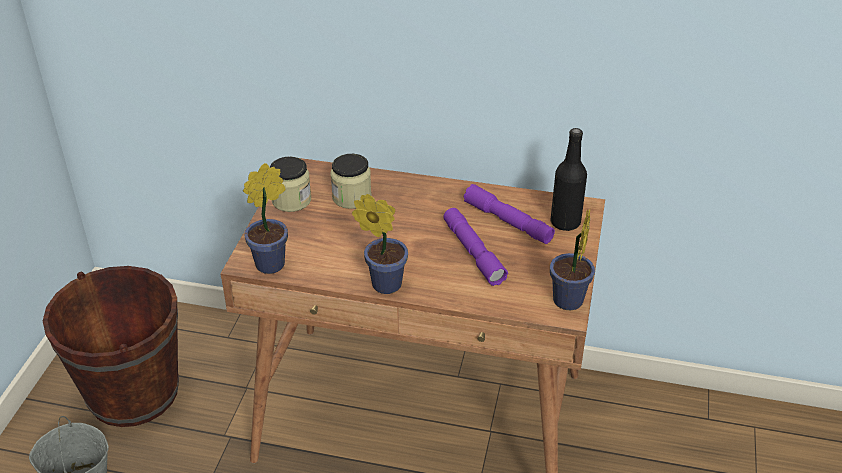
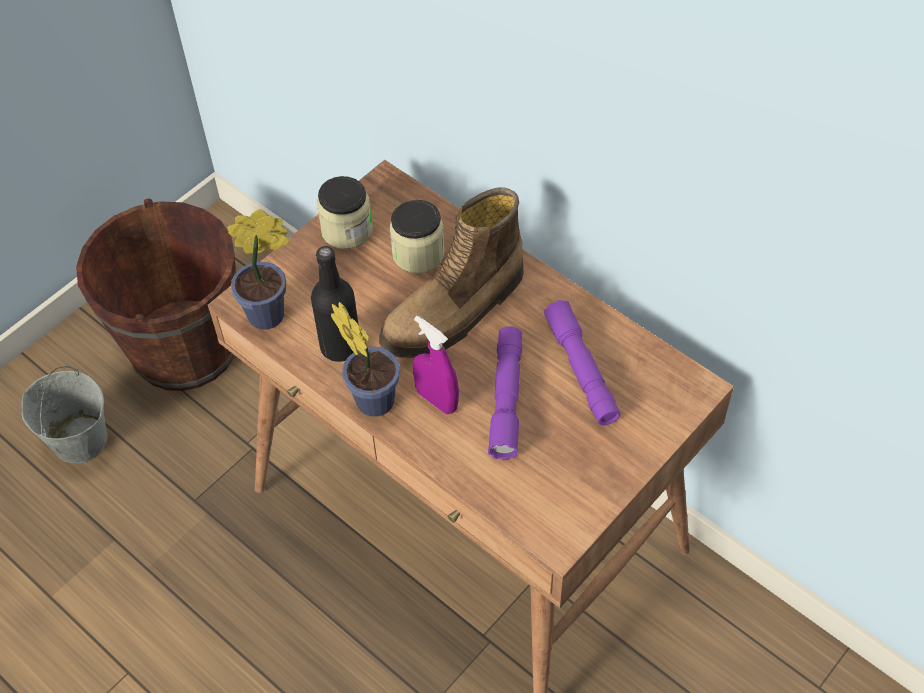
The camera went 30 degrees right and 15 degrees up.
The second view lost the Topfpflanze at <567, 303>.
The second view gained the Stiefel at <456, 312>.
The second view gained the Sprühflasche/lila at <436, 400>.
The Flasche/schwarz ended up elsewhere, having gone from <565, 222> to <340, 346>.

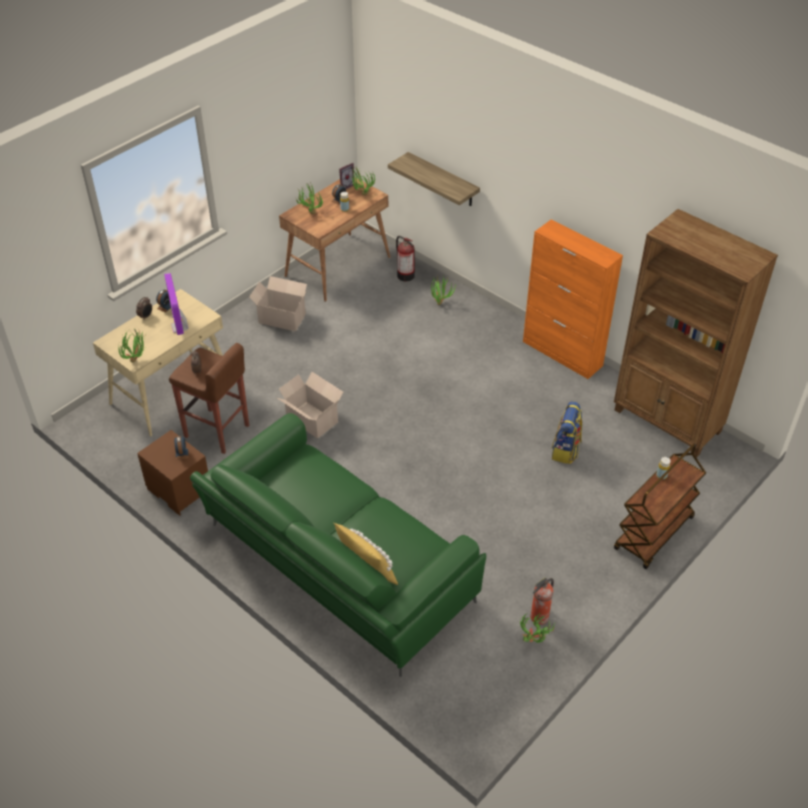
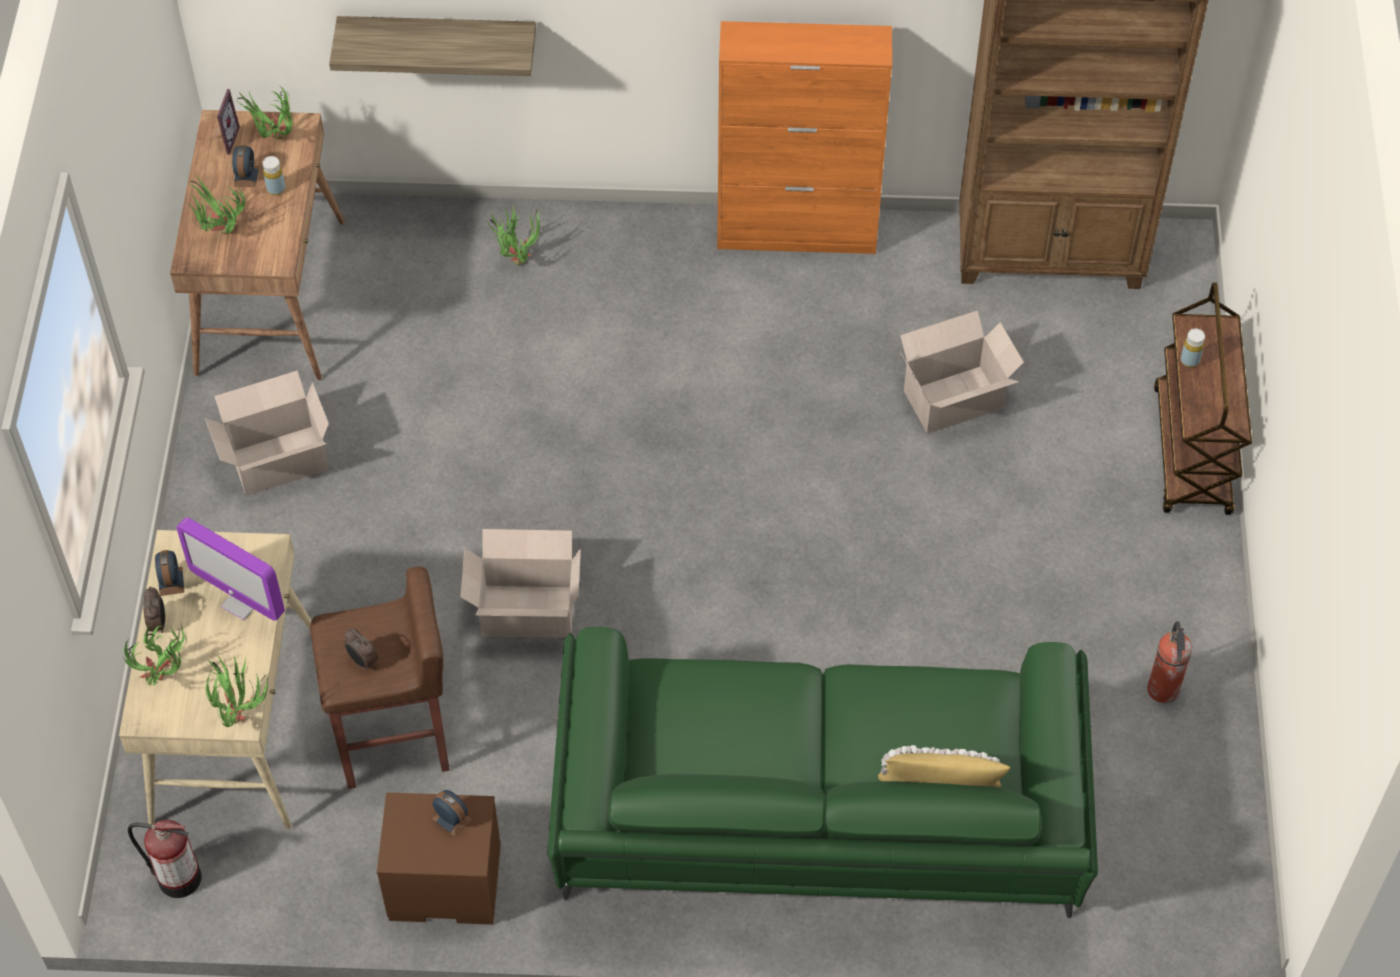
The camera went 40 degrees left and 10 degrees up.
The Feuerlöscher ended up elsewhere, having gone from <405, 275> to <176, 877>.
The Topfpflanze ended up elsewhere, having gone from <533, 642> to <165, 678>.
Where the Rucksack stood at <565, 450>, the Karton came to stand at <956, 399>.

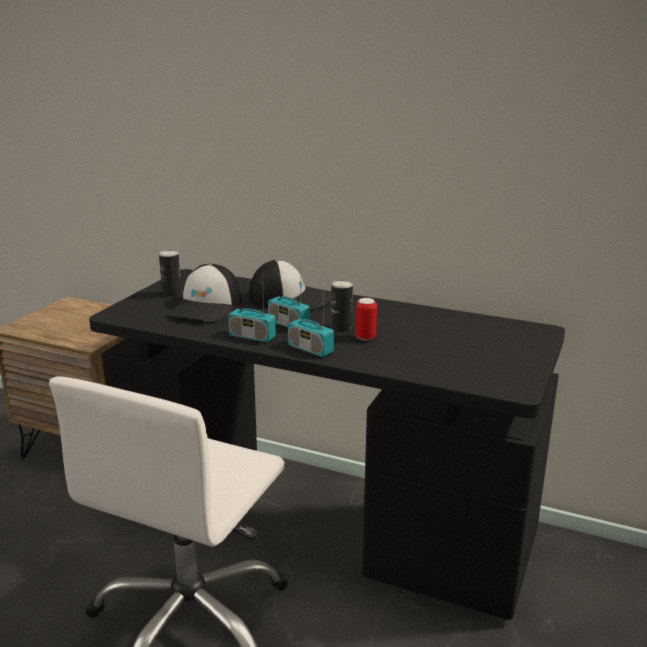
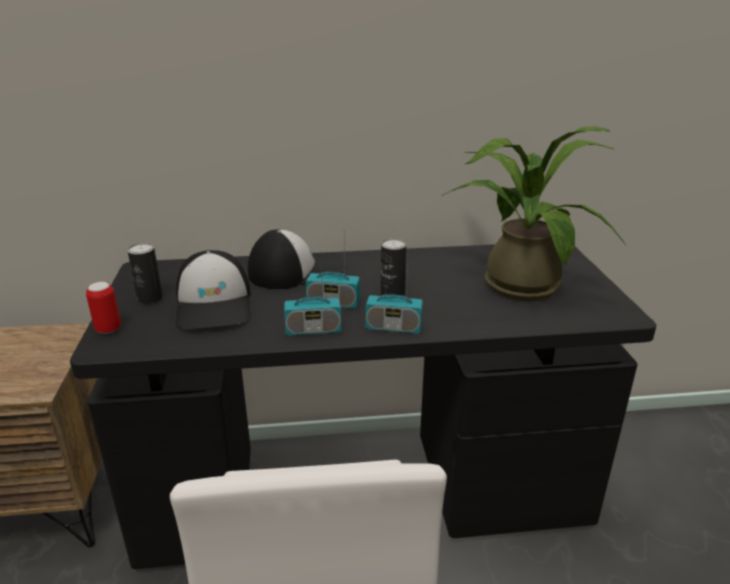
The camera went 30 degrees left and 5 degrees up.
The second view gained the Topfpflanze at <516, 281>.
The Dose ended up elsewhere, having gone from <365, 338> to <108, 329>.

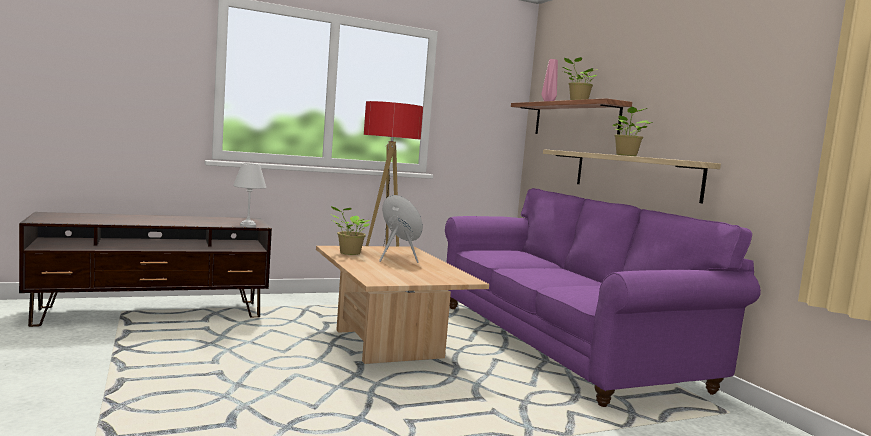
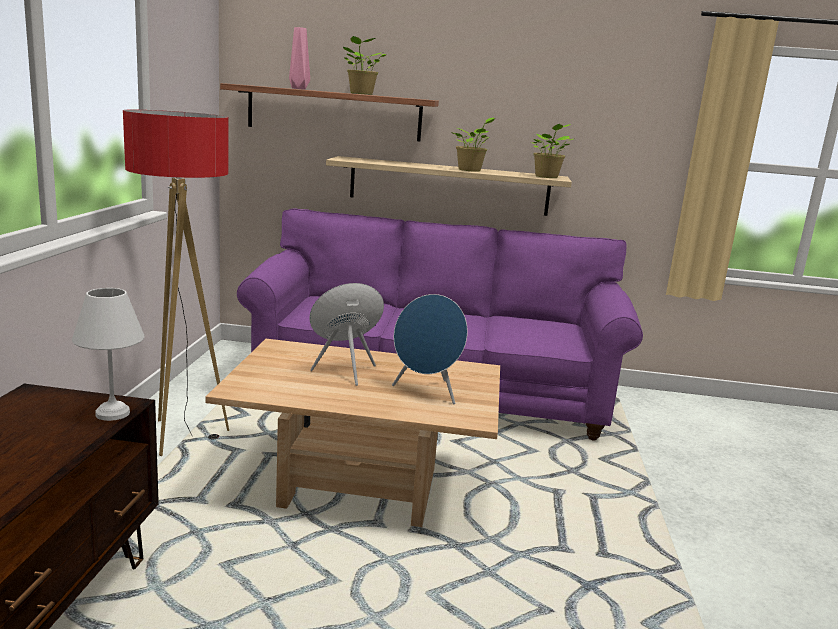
The camera went 60 degrees left and 10 degrees up.
The second view gained the Lautsprecher/blau at <427, 392>.
The Topfpflanze ended up elsewhere, having gone from <348, 253> to <547, 177>.

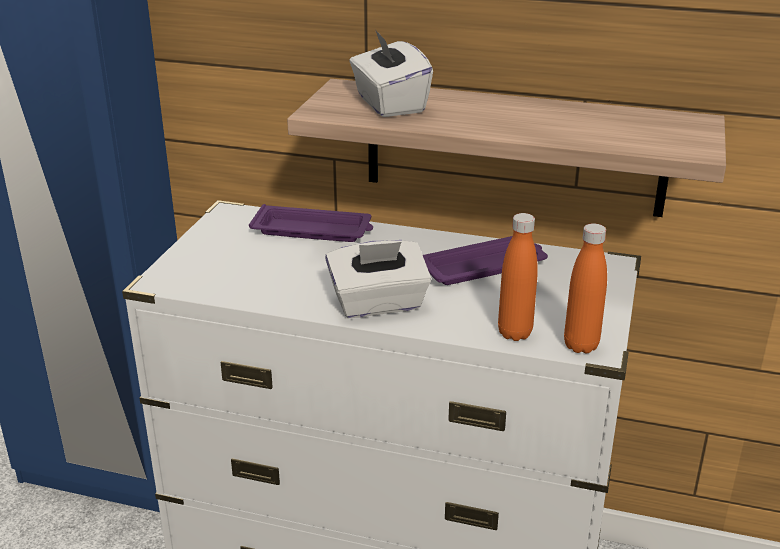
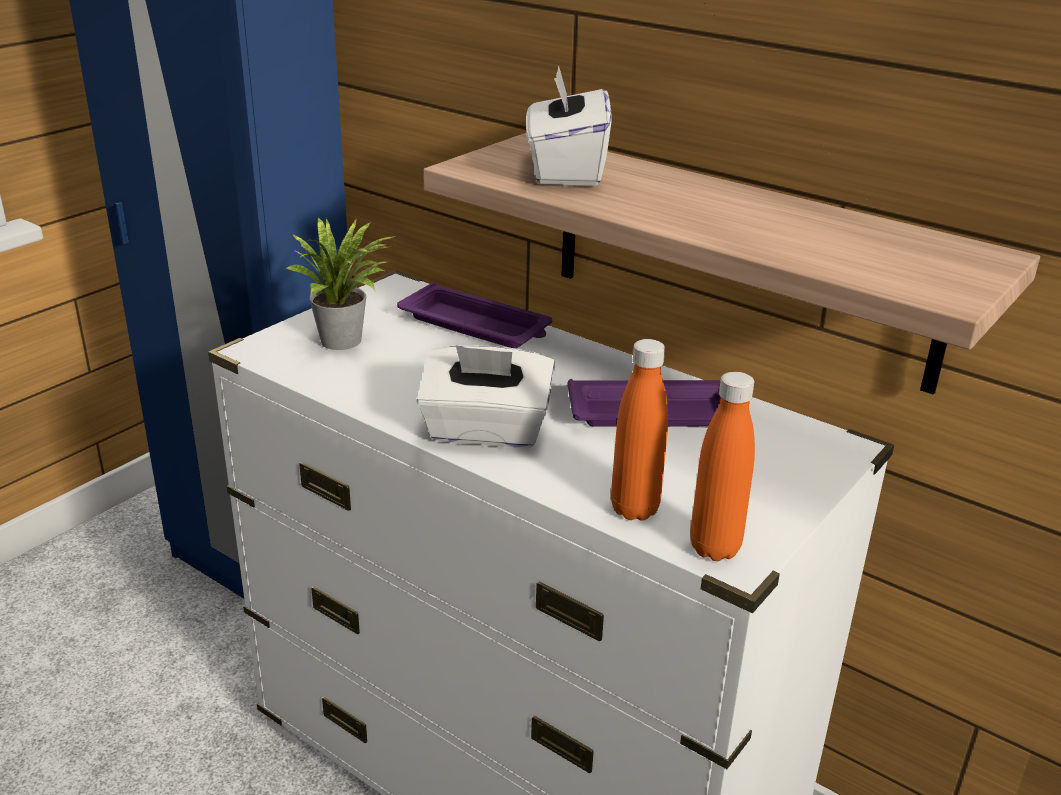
The camera went 20 degrees right and 0 degrees up.
The second view gained the Topfpflanze at <346, 341>.

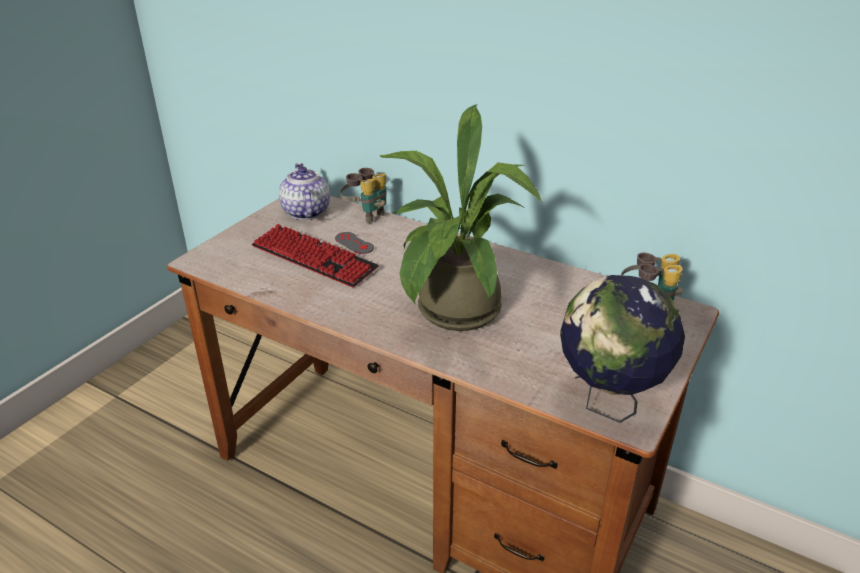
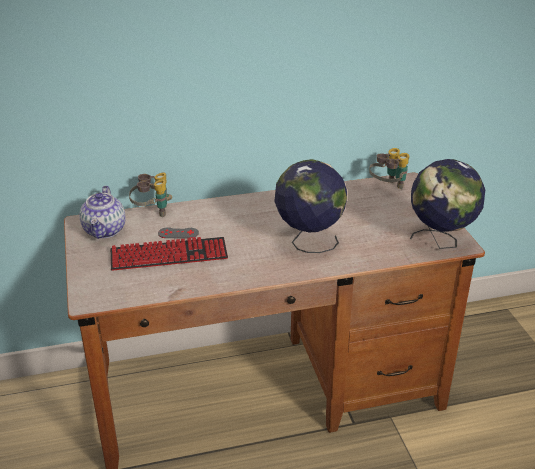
The camera went 45 degrees left and 0 degrees up.
Where the Topfpflanze stood at <454, 316>, the Globus came to stand at <308, 242>.
The Teekanne at <305, 212> ended up facing another way, 120 degrees counterclockwise from before.

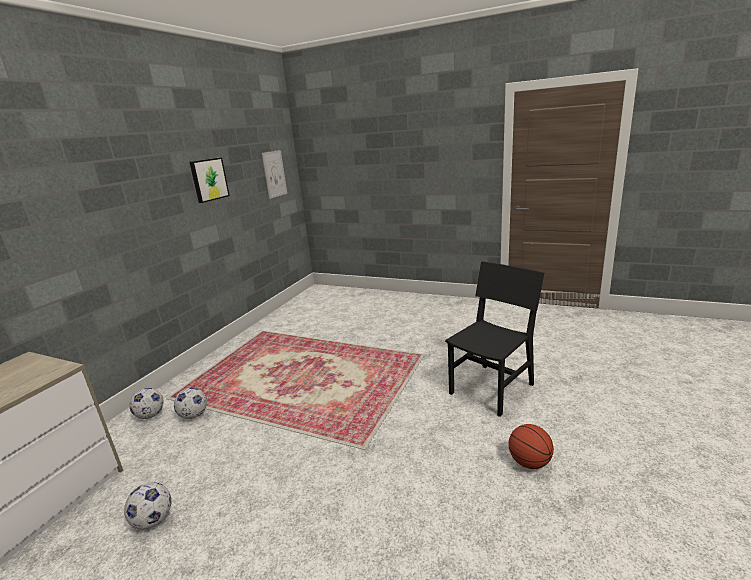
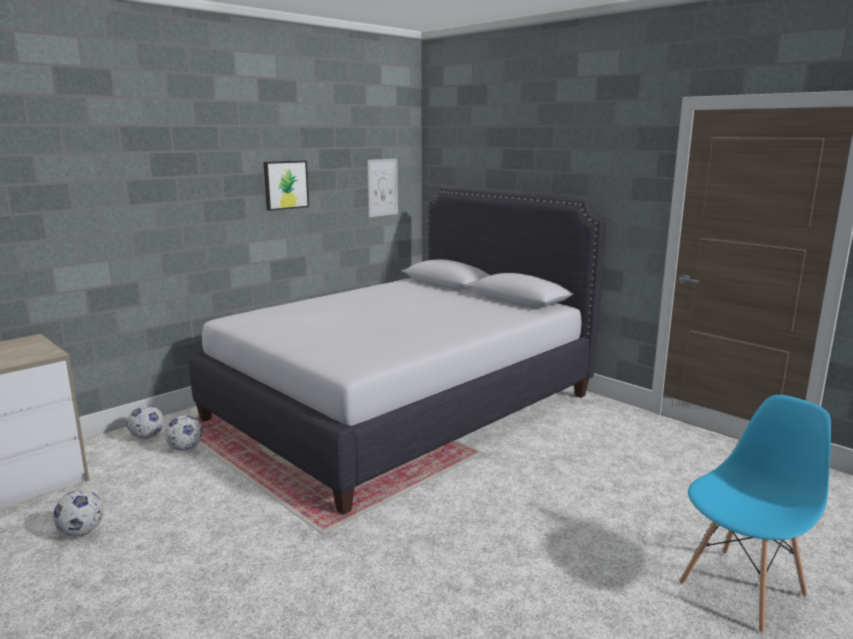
The camera went 20 degrees right and 5 degrees down.
The second view lost the Stuhl/schwarz at <492, 389>.
The second view lost the Basketball at <529, 462>.
The second view gained the Bett/weiß at <402, 406>.
The second view gained the Stuhl/blau at <743, 588>.

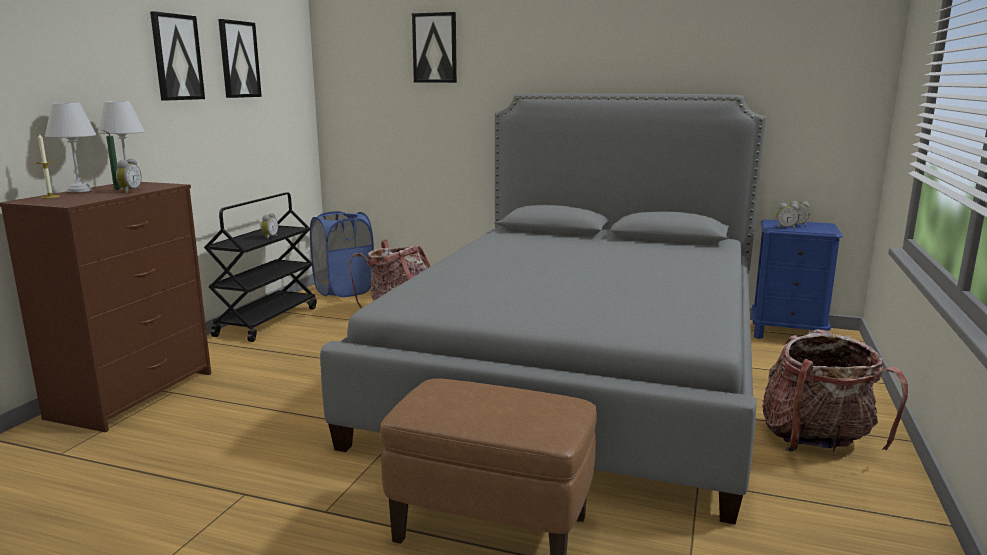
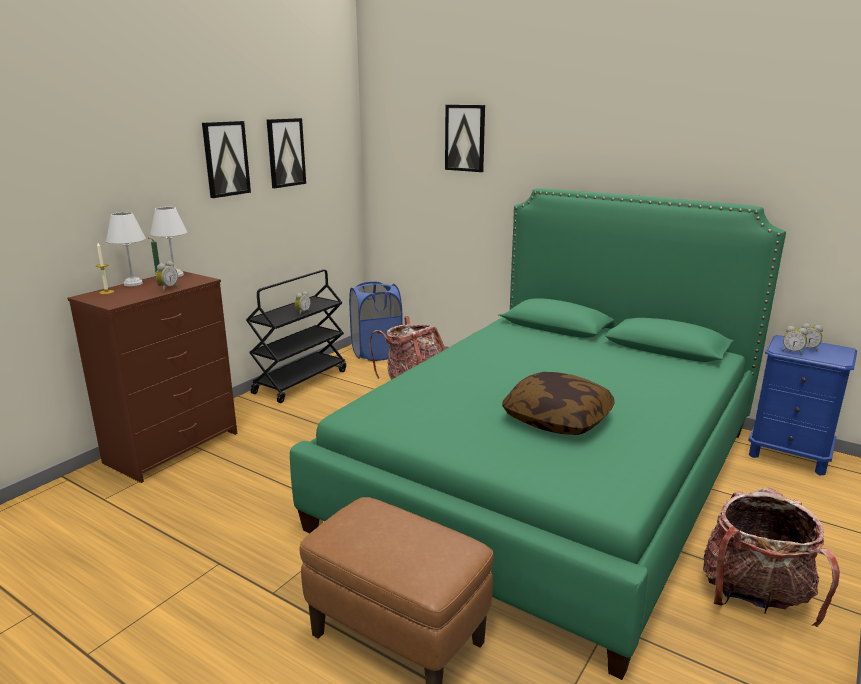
The camera went 15 degrees right and 5 degrees up.
The second view gained the Kissen at <557, 419>.
What was the Bett/grau at <577, 372> turned into the Bett/grün at <548, 475>.

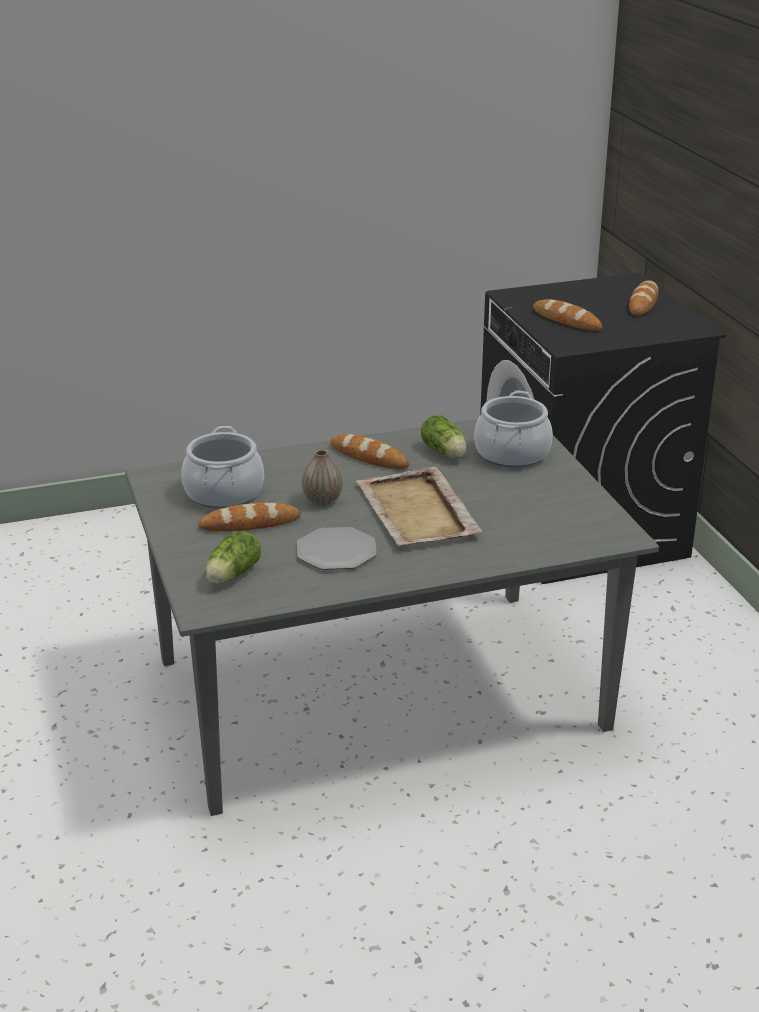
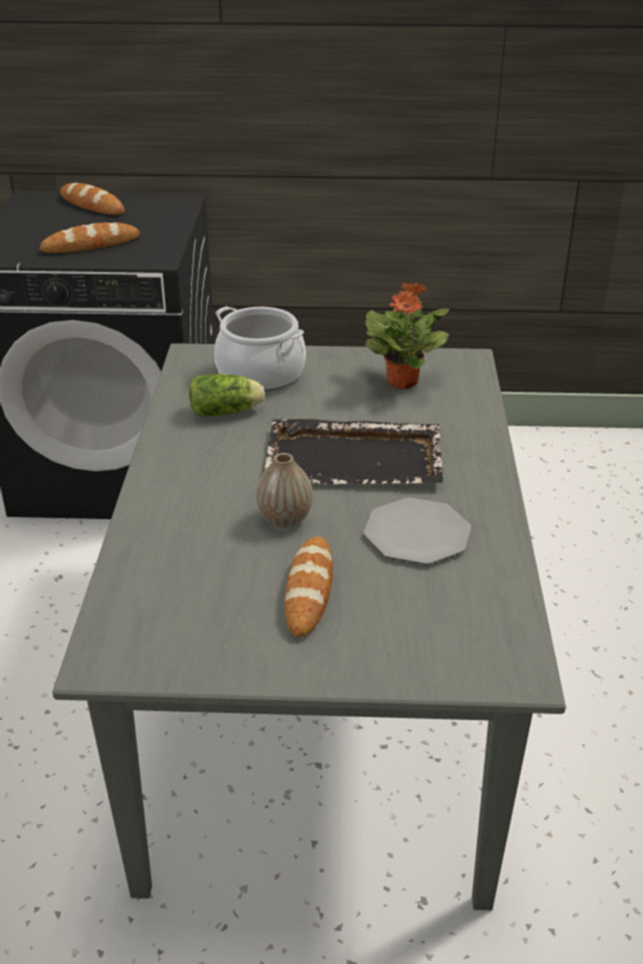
The camera went 70 degrees left and 5 degrees up.
The second view lost the Kochtopf at <224, 493>.
The second view lost the Salatkopf at <231, 576>.
The second view lost the Brot at <369, 457>.
The second view gained the Topfpflanze at <403, 381>.
What was the Tablett/beige at <417, 512> turned into the Tablett/schwarz at <355, 459>.

